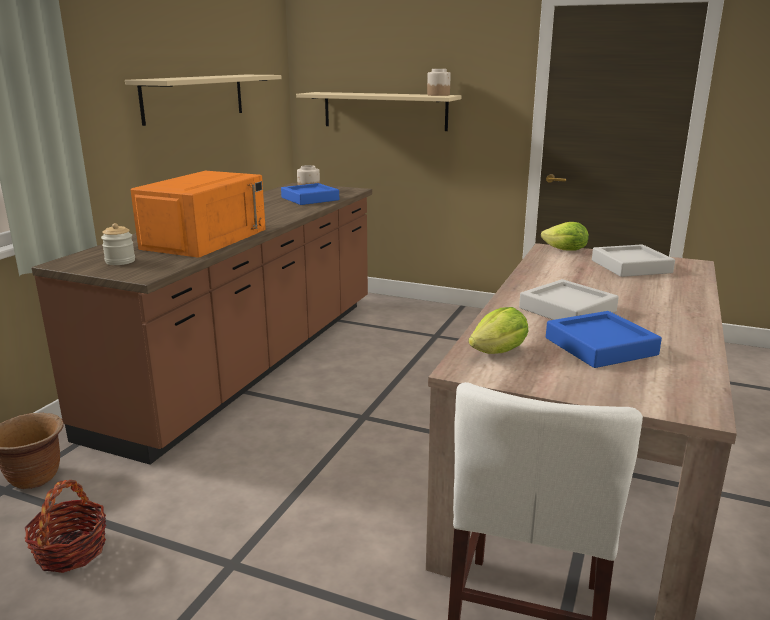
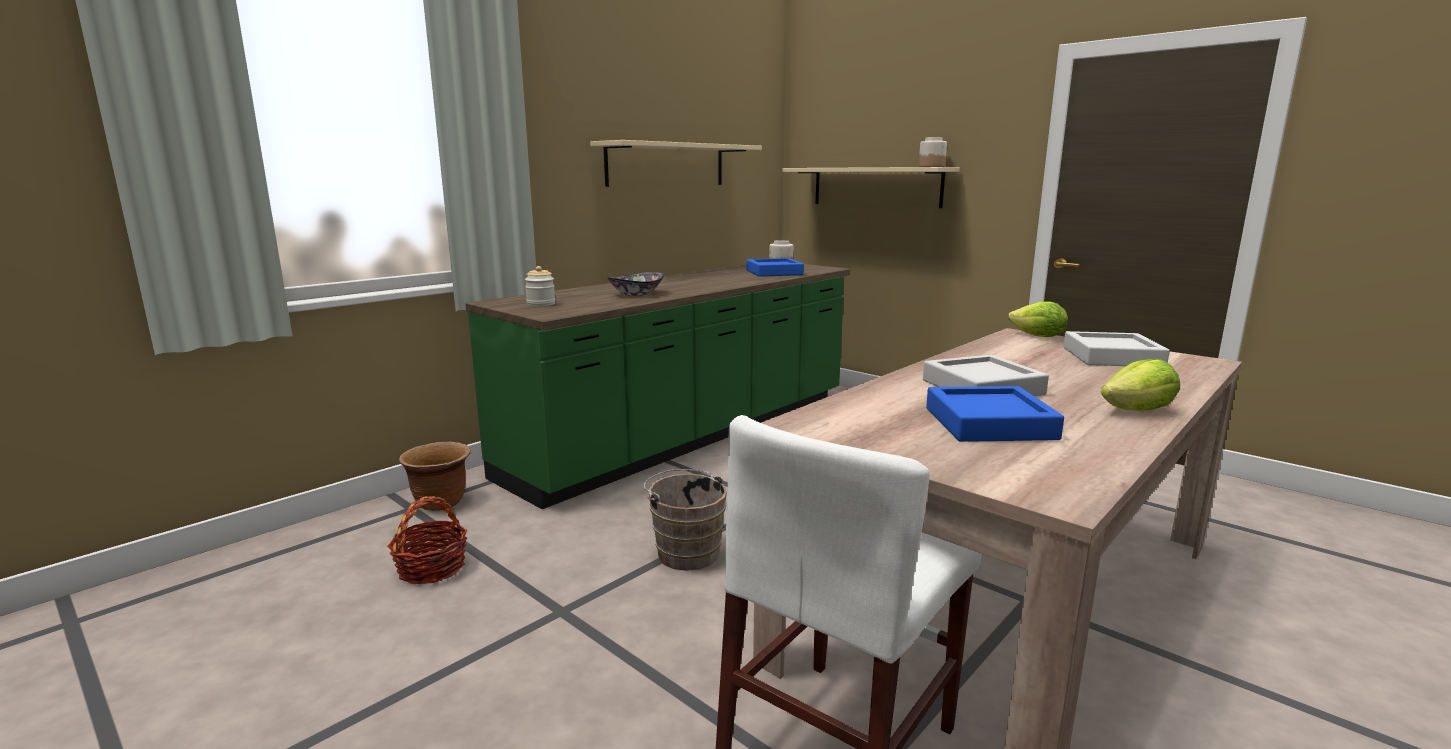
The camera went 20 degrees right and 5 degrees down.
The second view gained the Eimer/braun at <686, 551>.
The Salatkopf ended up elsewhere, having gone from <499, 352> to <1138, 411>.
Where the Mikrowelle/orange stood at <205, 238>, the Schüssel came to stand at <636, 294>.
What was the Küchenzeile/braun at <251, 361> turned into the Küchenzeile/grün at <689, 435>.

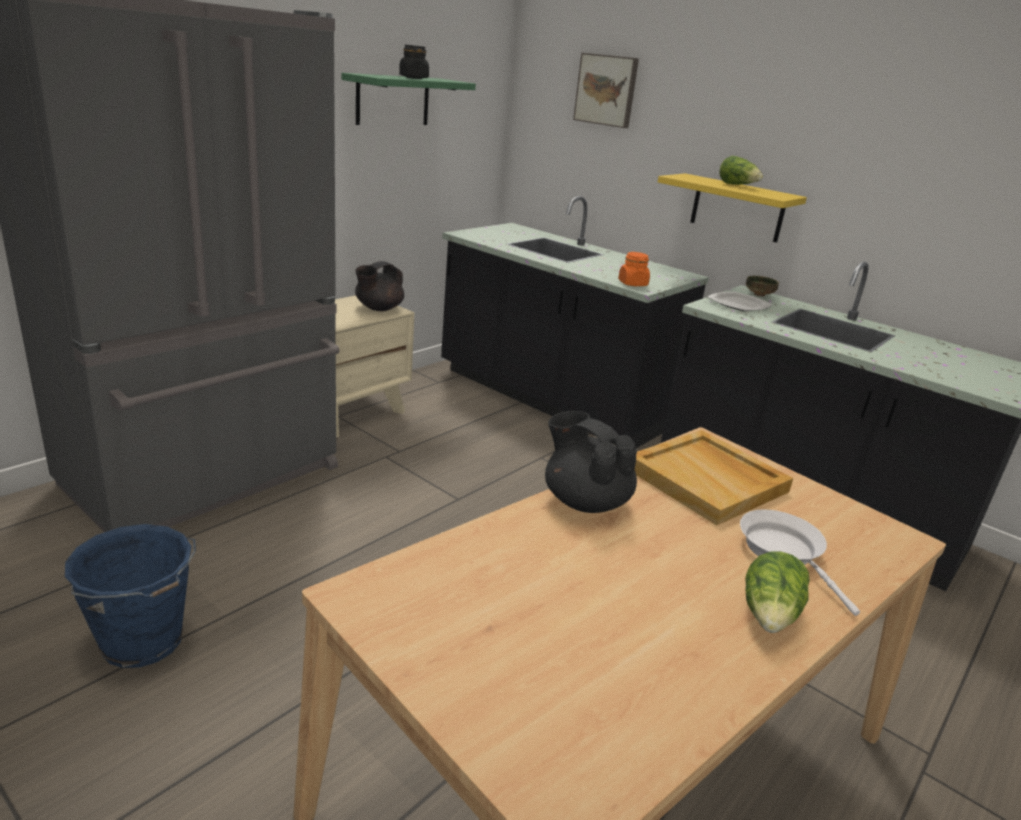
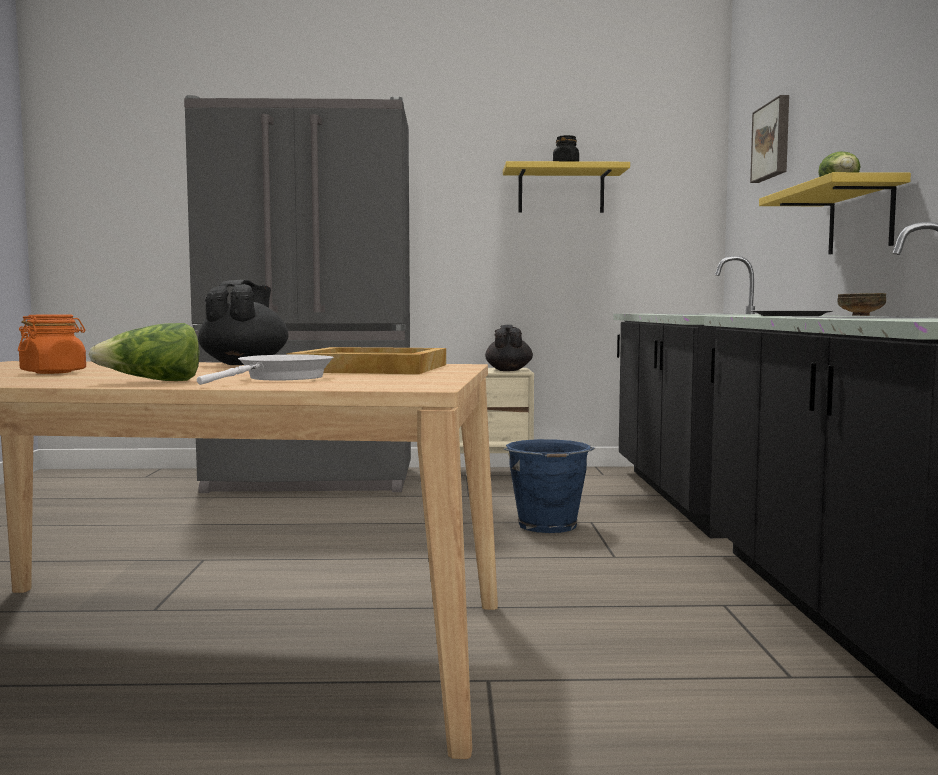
The camera went 50 degrees right and 20 degrees down.
The Eimer/blau ended up elsewhere, having gone from <144, 643> to <547, 526>.
The Vorratsglas/orange ended up elsewhere, having gone from <632, 284> to <54, 372>.
What was the Wandregal/grün at <393, 100> turned into the Wandregal/gelb at <561, 191>.
The Teekanne/schwarz at <378, 308> ended up facing another way, 90 degrees clockwise from before.

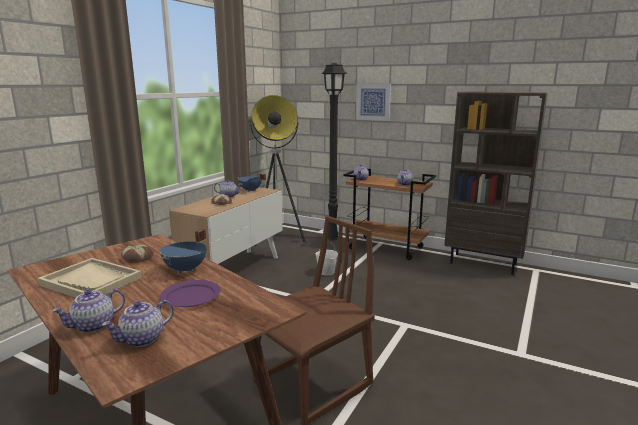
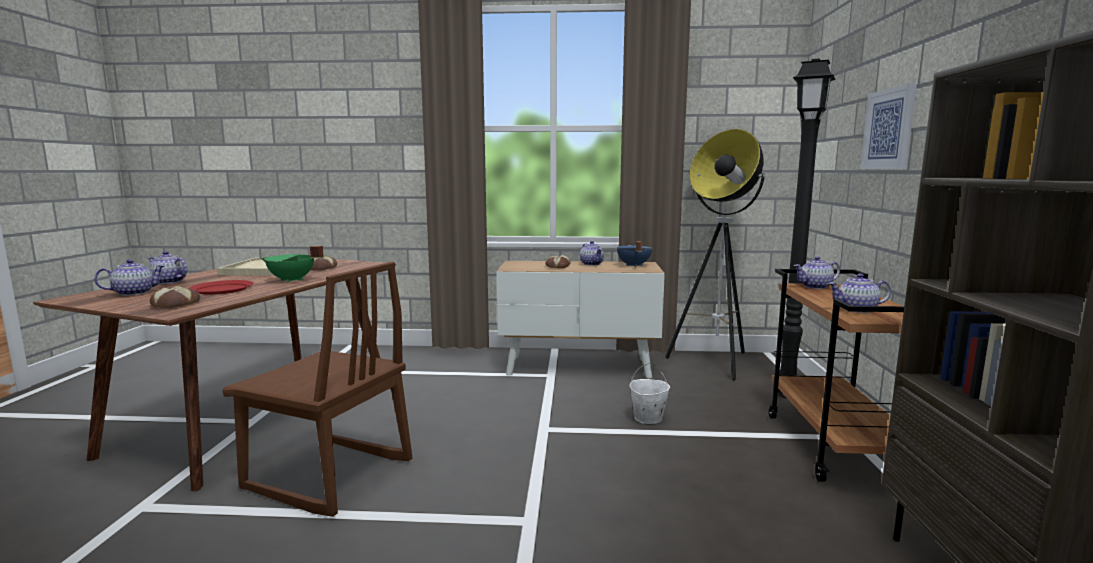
The camera went 65 degrees right and 5 degrees down.
The second view gained the Brot at <176, 304>.
What was the Kochtopf/blau at <186, 269> turned into the Kochtopf/grün at <291, 280>.
What was the Teller/lila at <191, 296> turned into the Teller/rot at <222, 289>.
The Teekanne at <142, 339> ended up facing another way, 120 degrees clockwise from before.

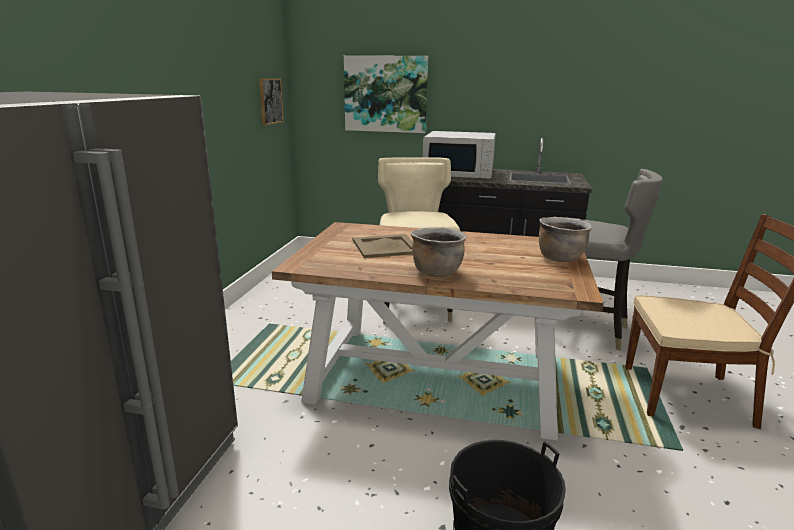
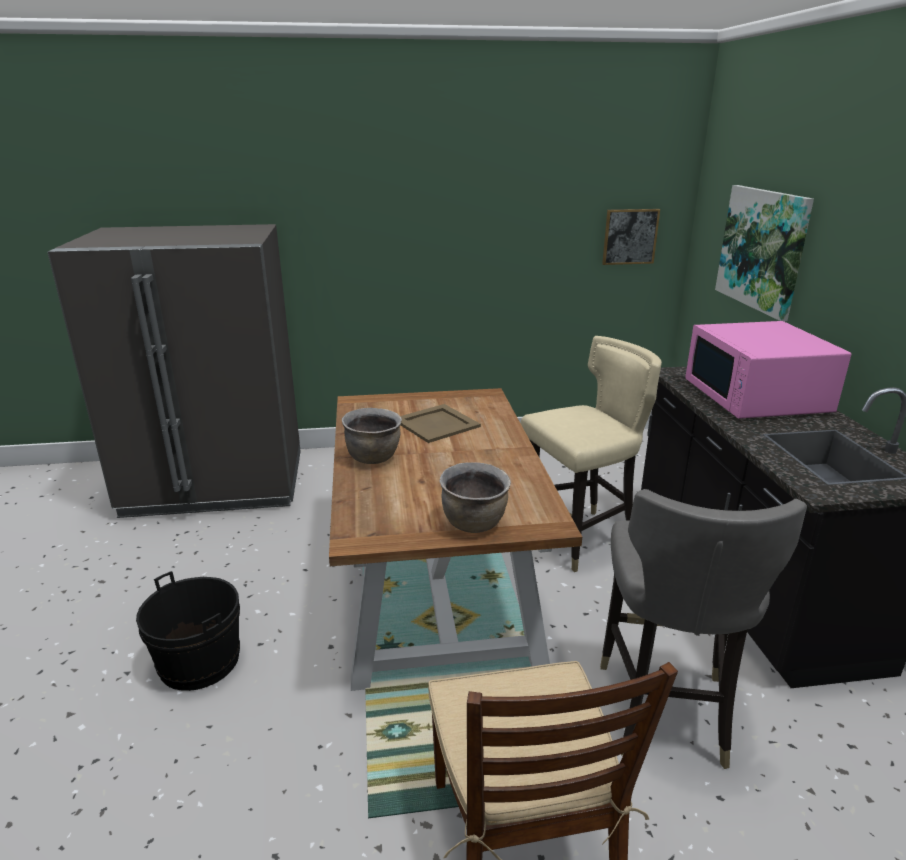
The camera went 70 degrees right and 5 degrees up.
What was the Mikrowelle/weiß at <459, 173> turned into the Mikrowelle/rosa at <756, 397>.

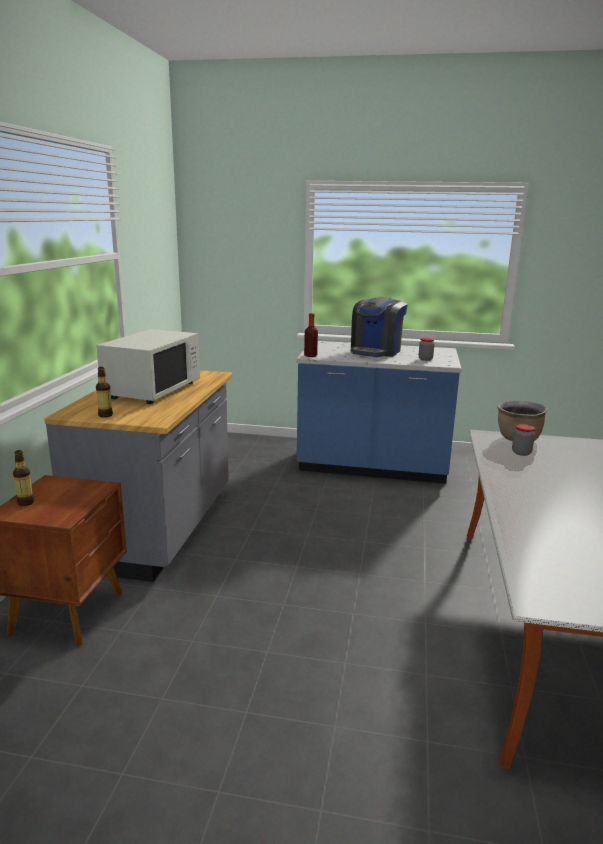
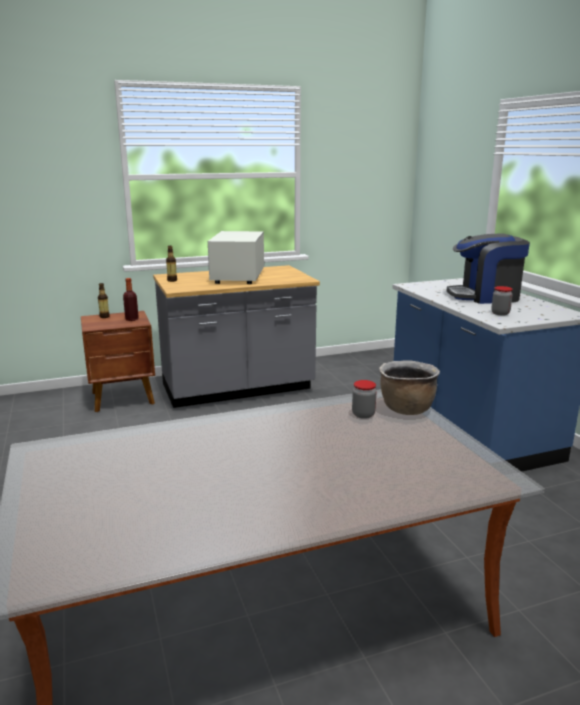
The camera went 60 degrees right and 0 degrees up.
The Flasche ended up elsewhere, having gone from <310, 355> to <132, 319>.
The Mikrowelle/weiß at <153, 390> ended up facing another way, 105 degrees clockwise from before.

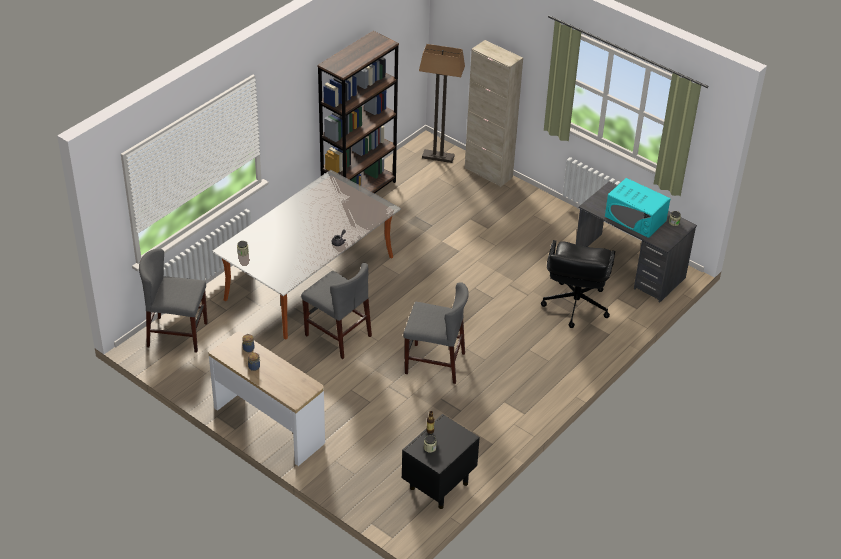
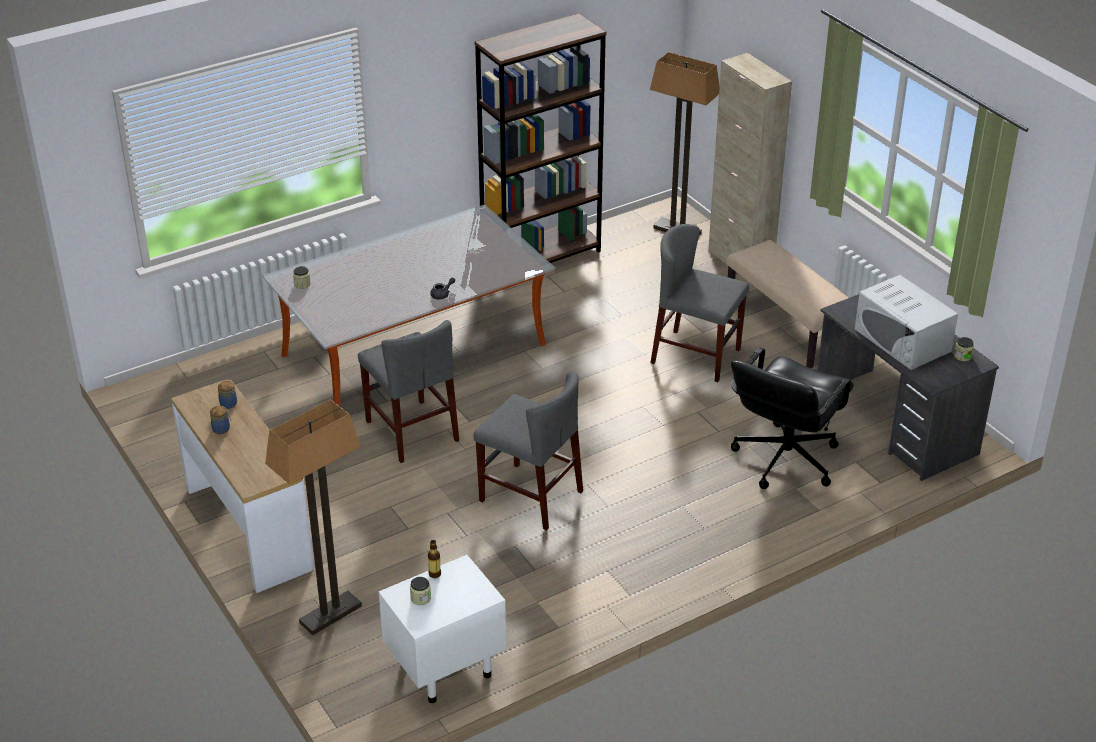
The camera went 20 degrees right and 5 degrees down.
The second view gained the Stehlampe at <330, 614>.
The second view gained the Bank/beige at <788, 326>.
The Stuhl/grau ended up elsewhere, having gone from <177, 334> to <696, 356>.
What was the Nachttisch/schwarz at <438, 486> turned into the Nachttisch/weiß at <444, 669>.
What was the Mikrowelle/türkis at <635, 219> turned into the Mikrowelle/weiß at <902, 340>.

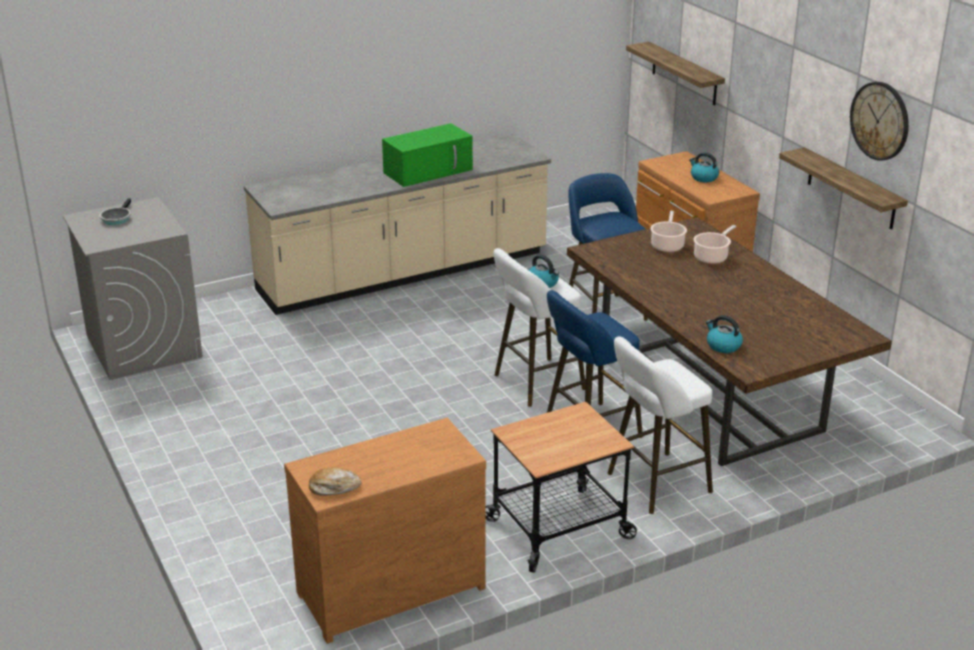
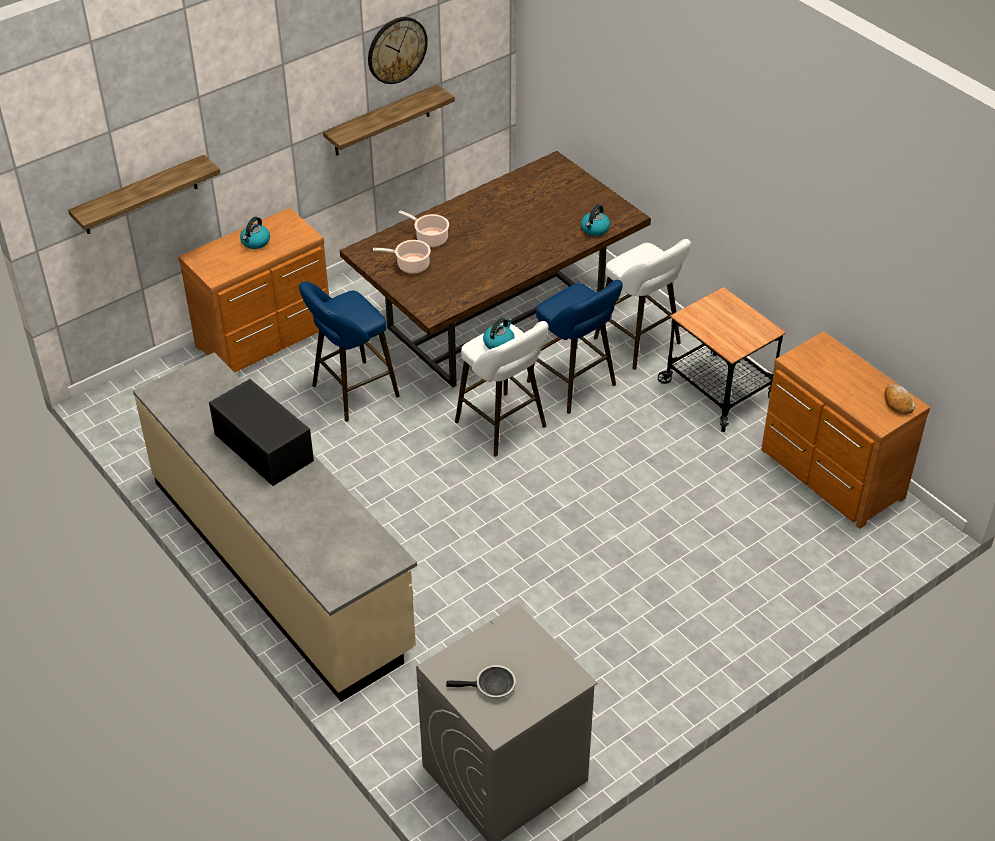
The camera went 100 degrees left and 15 degrees up.
What was the Mikrowelle/grün at <429, 171> turned into the Mikrowelle/schwarz at <262, 446>.

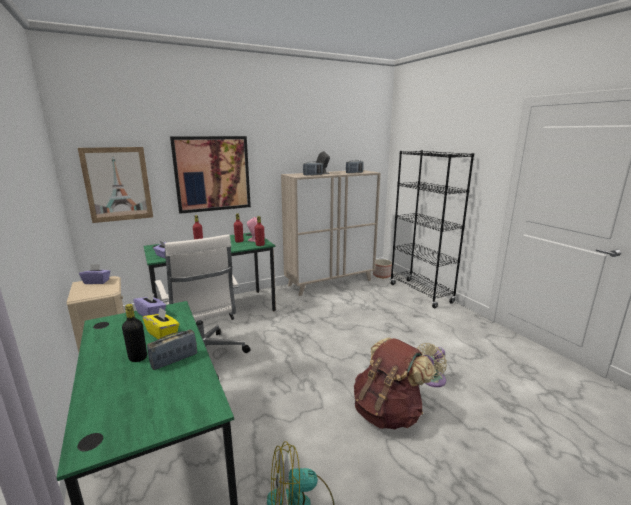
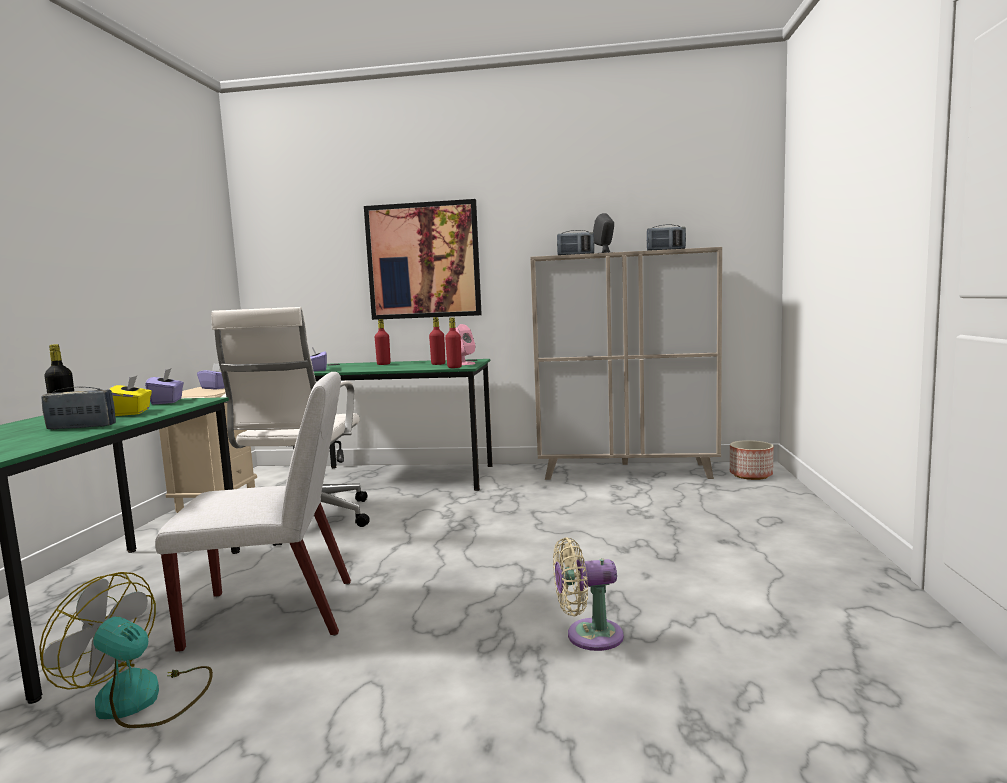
The camera went 35 degrees right and 10 degrees down.
The second view lost the Bild at <117, 184>.
The second view lost the Rucksack/braun at <387, 413>.
The second view lost the Bücherregal/schwarz at <420, 293>.
The second view gained the Stuhl/weiß at <275, 614>.

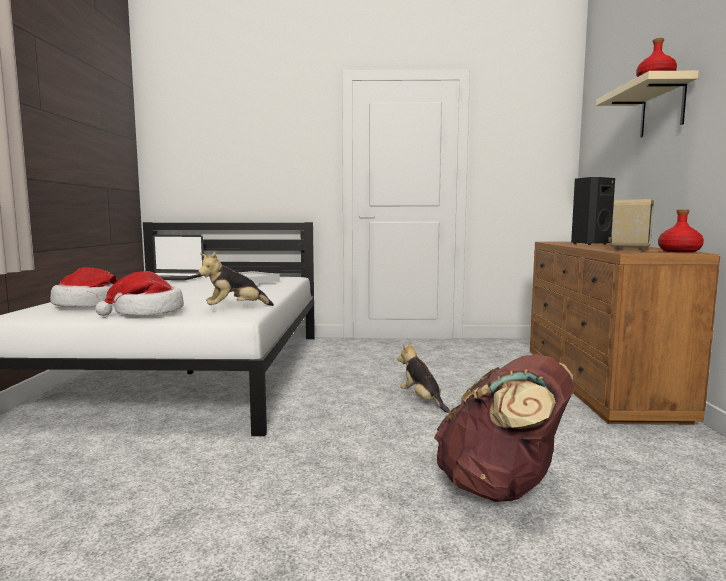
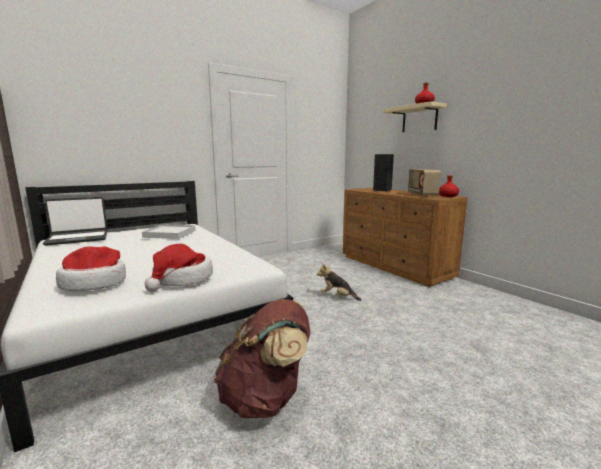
The camera went 35 degrees left and 5 degrees up.
The second view lost the Plüschtier at <235, 309>.
The Rucksack/braun ended up elsewhere, having gone from <501, 488> to <266, 398>.

